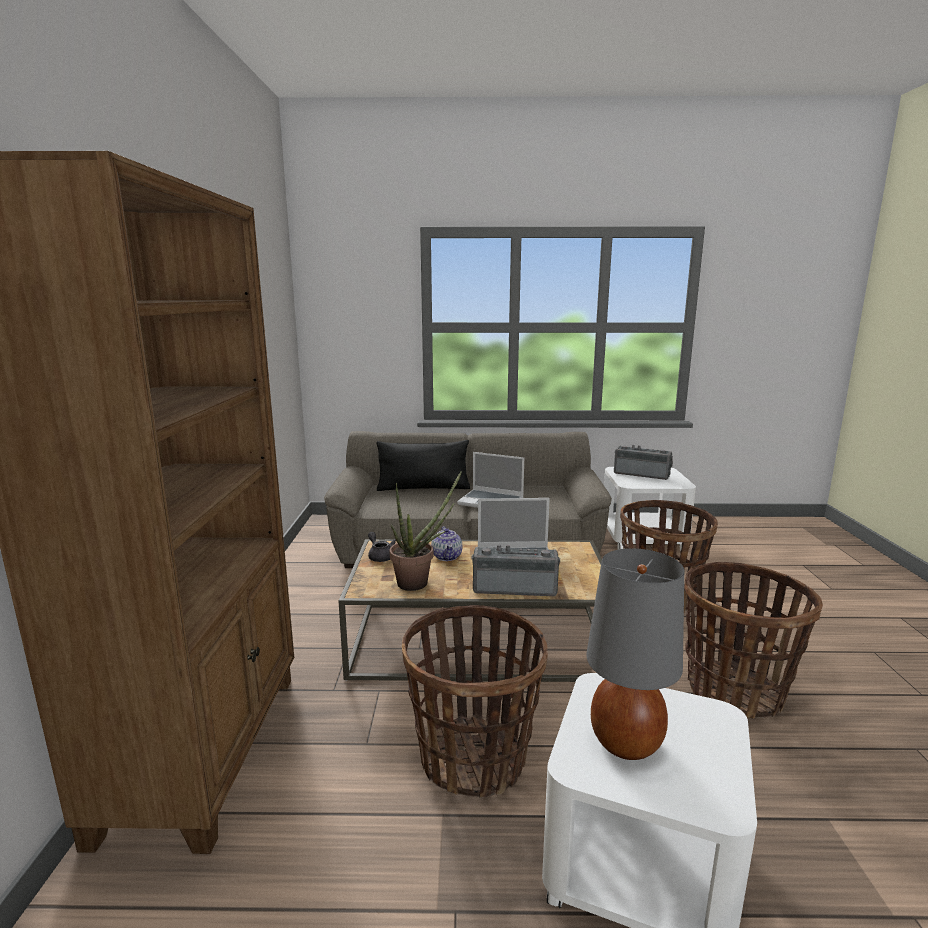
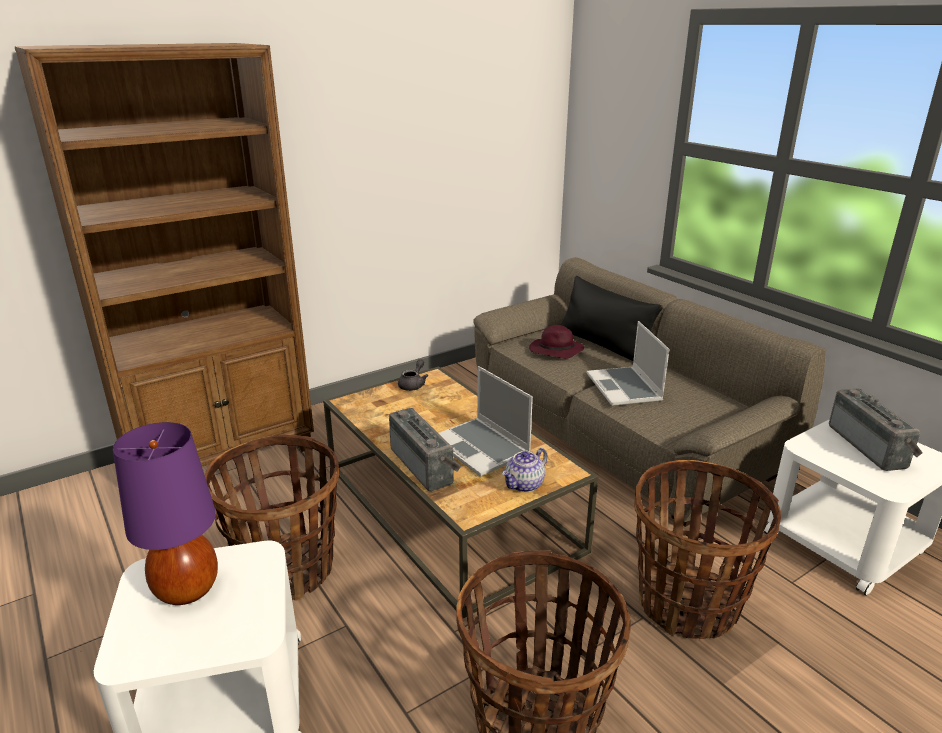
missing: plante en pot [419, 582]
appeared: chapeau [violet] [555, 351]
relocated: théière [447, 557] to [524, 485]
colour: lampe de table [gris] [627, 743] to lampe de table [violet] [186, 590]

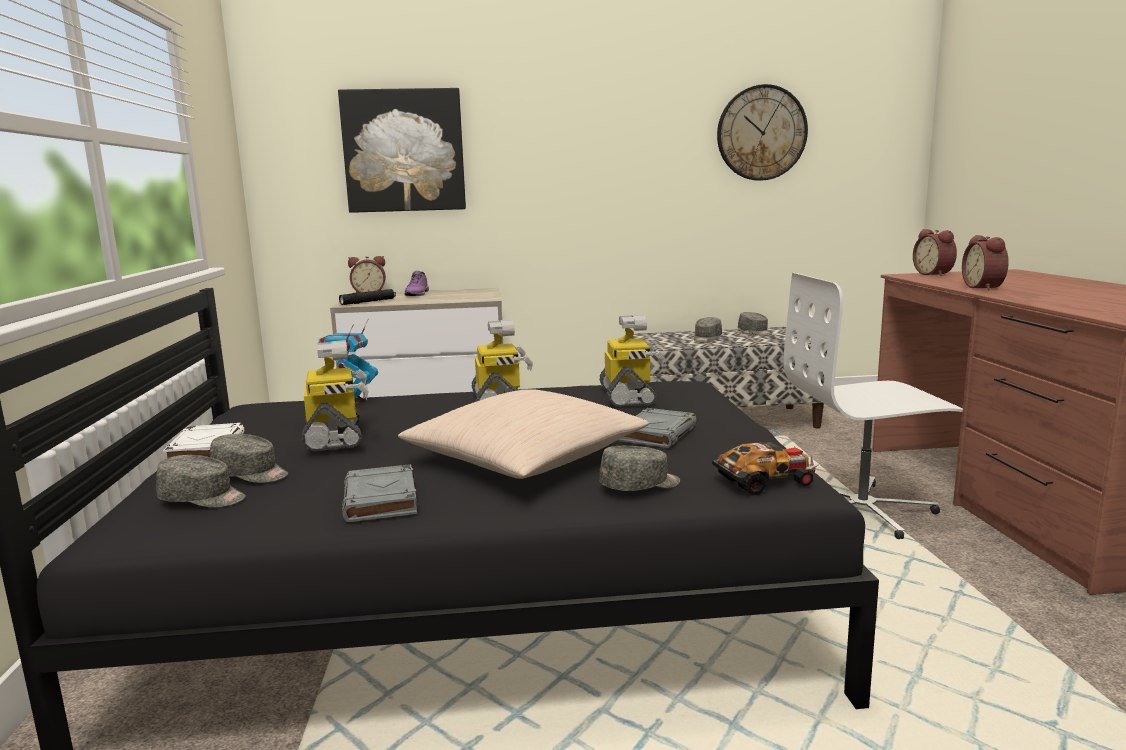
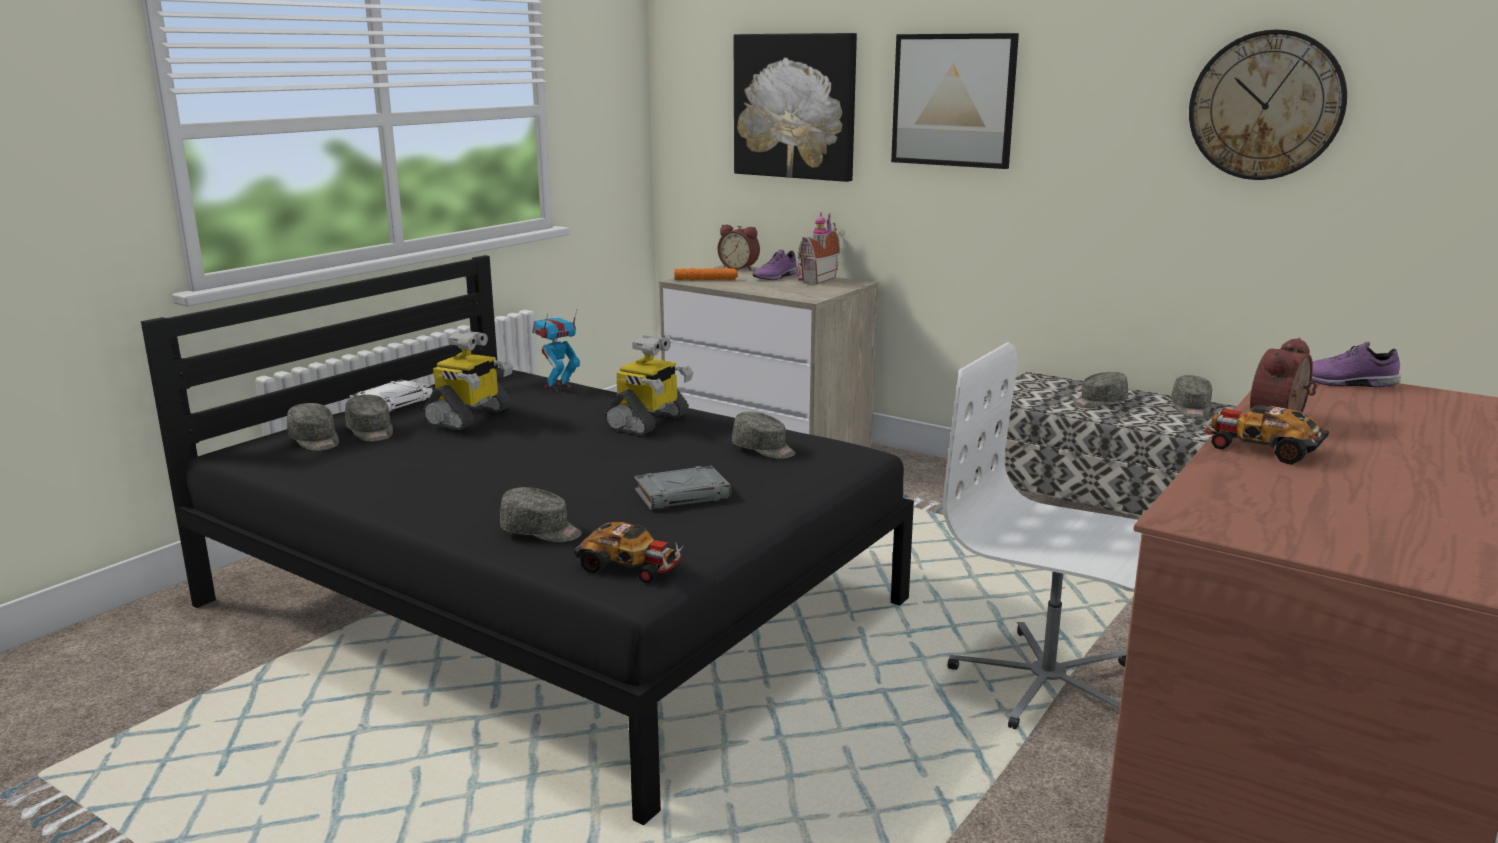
missing: livre [gris] [381, 500]; coussin [beige] [525, 459]
appeared: maison miniature [815, 279]; tableau [953, 100]; petite voiture [1261, 448]
exchanged: robot jouet [628, 396] to casquette [gris] [764, 449]; réveil [934, 274] to chaussure [violet] [1345, 383]
colour: lampe de poche [noir] [368, 302] to lampe de poche [orange] [706, 280]

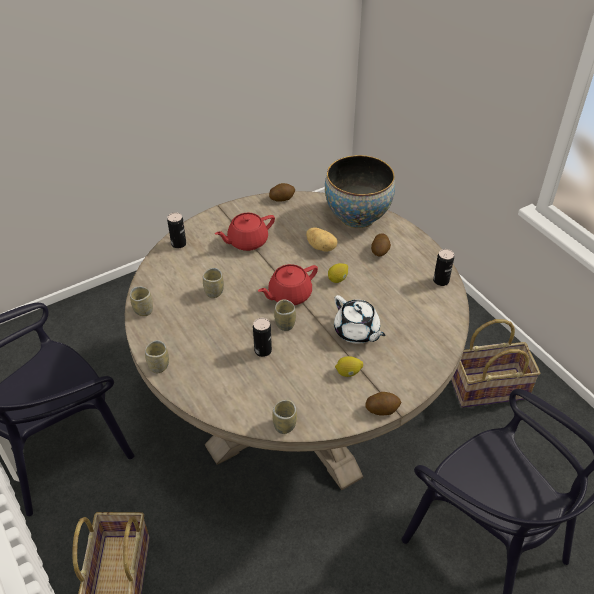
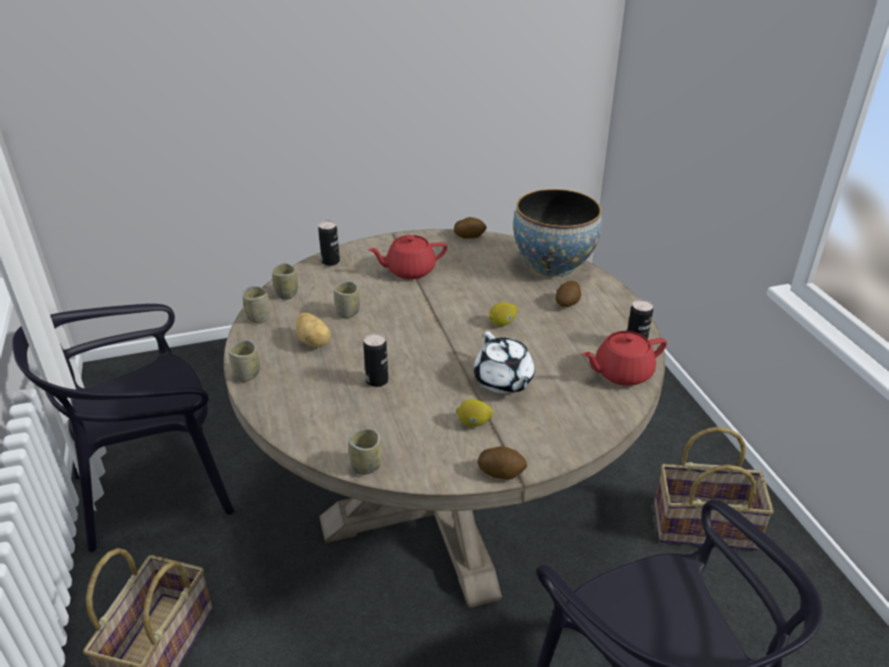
relocated: théière [rouge] [289, 295] to [621, 373]; tasse [285, 324] to [287, 294]; pomme de terre [321, 247] to [314, 341]

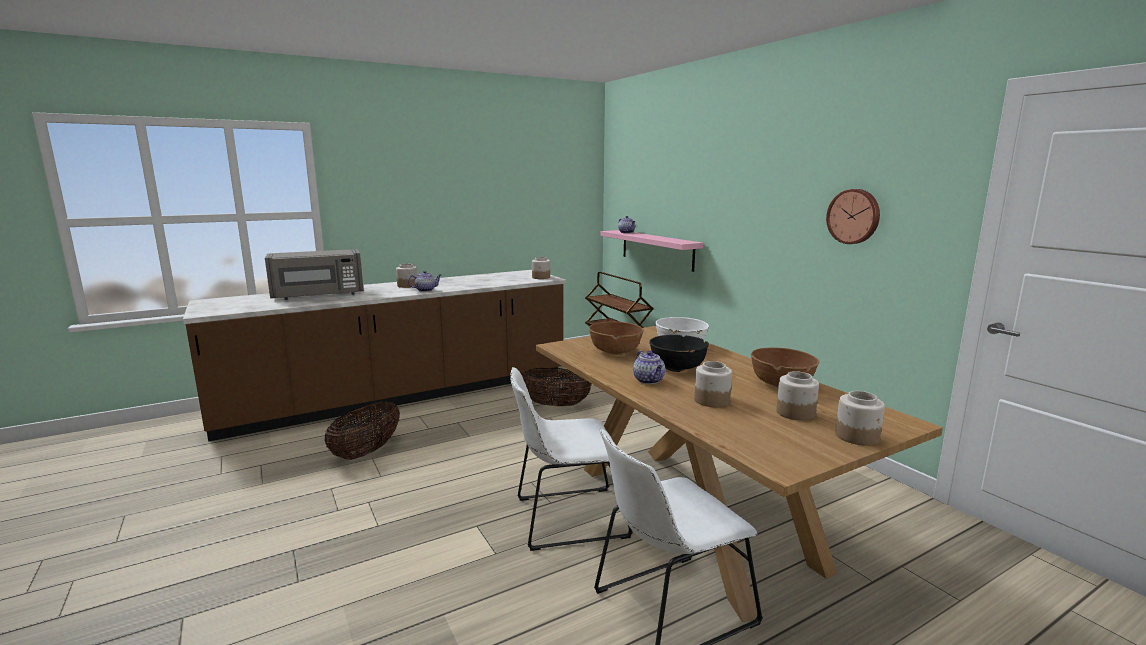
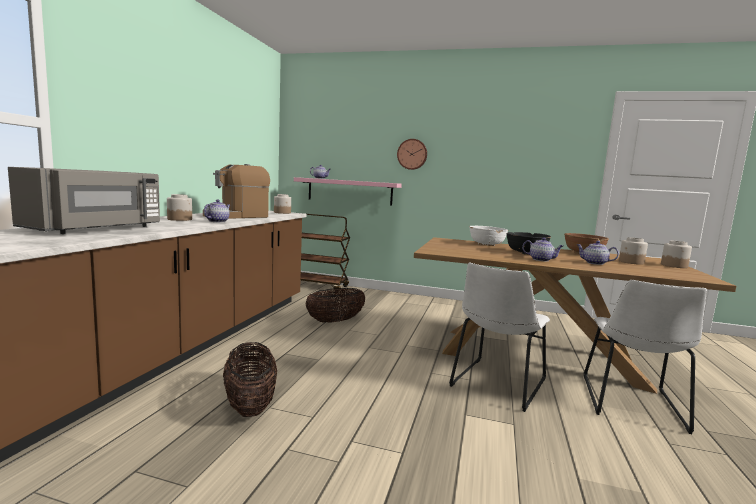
missing: bol [marron] [615, 352]
appeared: machine à café [236, 216]
relocated: horloge murale [854, 216] to [412, 154]
exchanged: bocal [711, 400] to théière [594, 263]

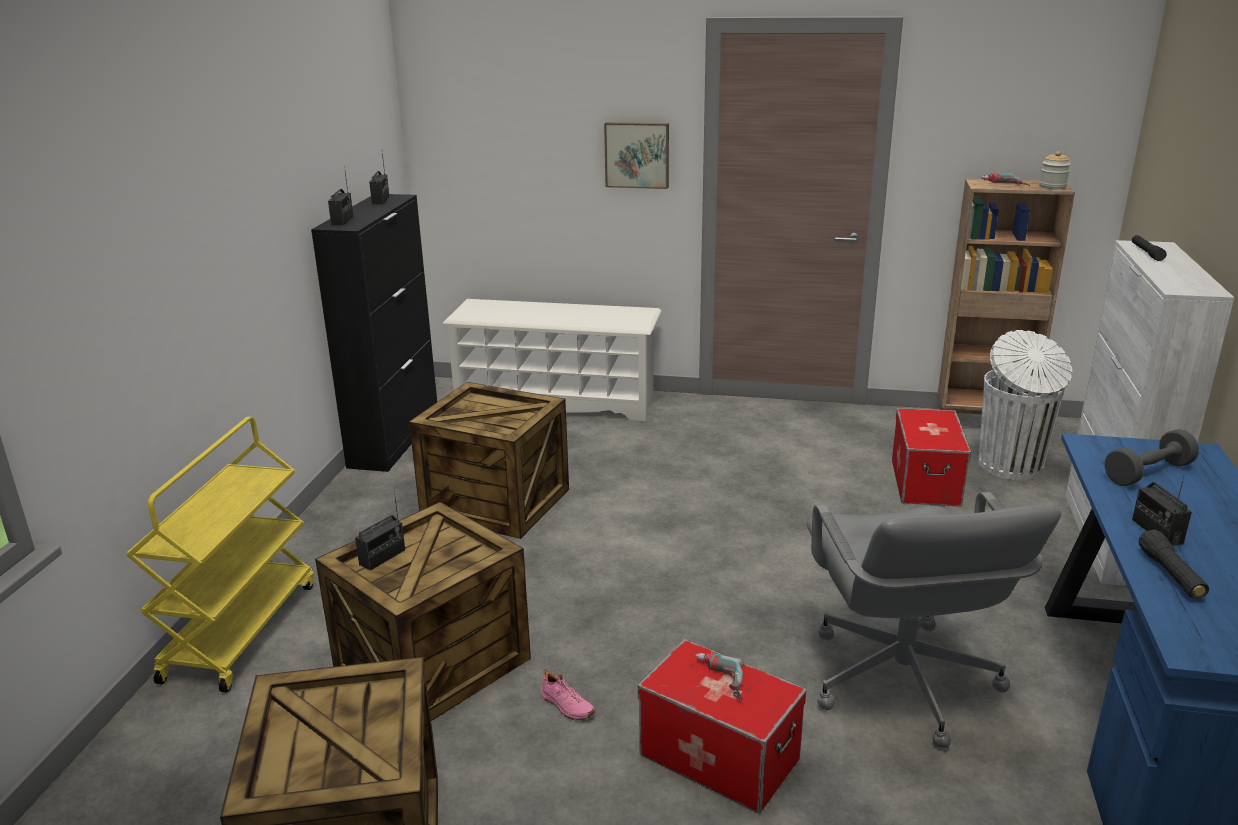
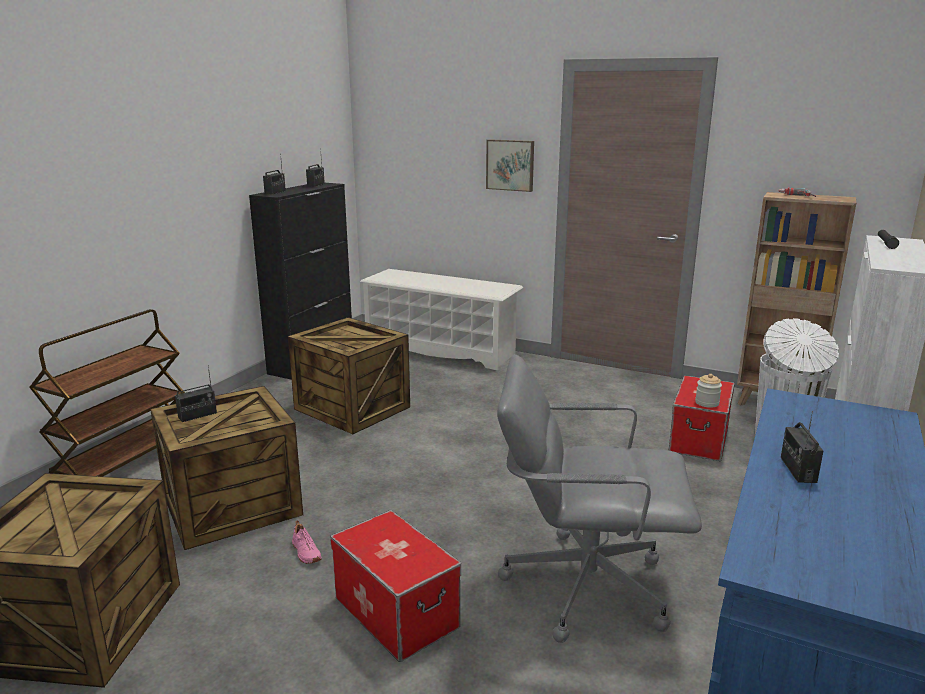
missing: perceuse [718, 681]; haltère [gris] [1148, 473]; lampe de poche [noir] [1170, 575]
relocated: bocal [1052, 187] to [707, 403]
colour: chariot [jaune] [240, 630] to chariot [marron] [125, 463]
spun: chaise de bureau [gris] [901, 682] = [584, 585] 90 degrees clockwise

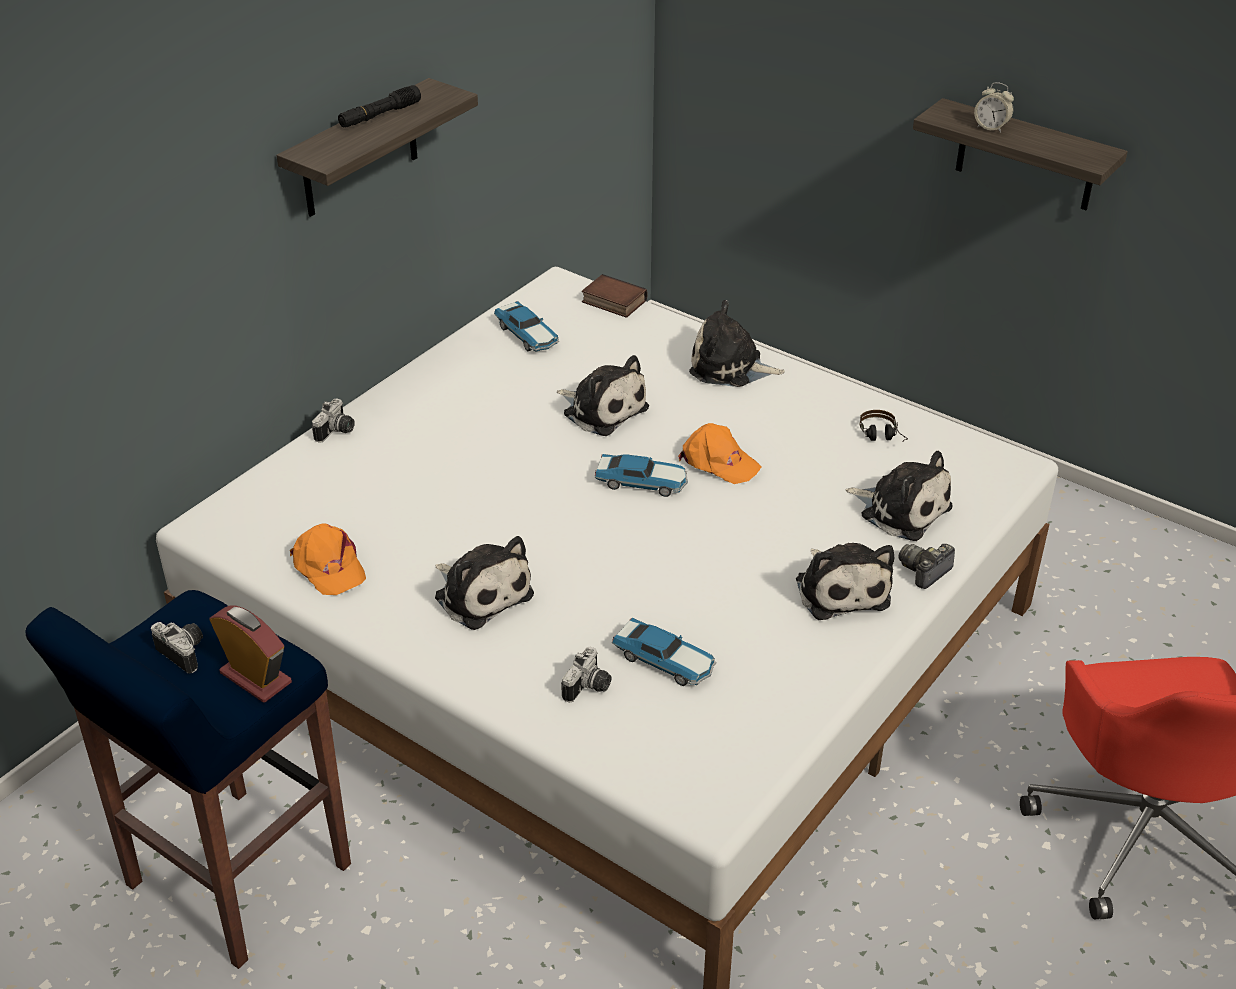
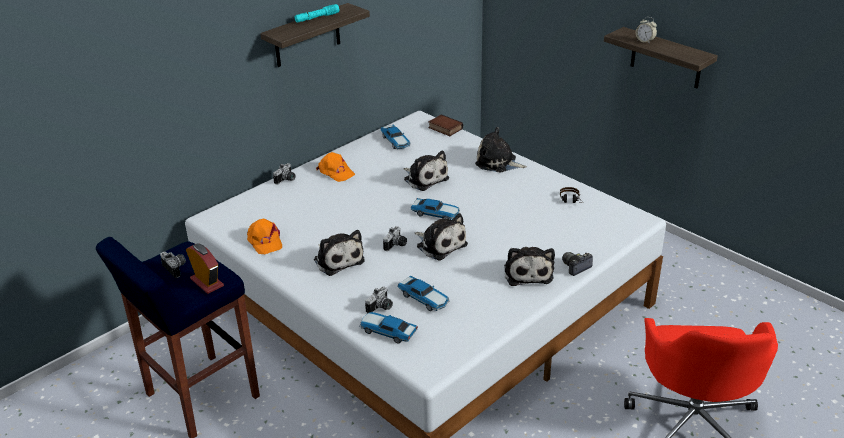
appeared: petite voiture [387, 331]; appareil photo [396, 245]
relocated: casquette [orange] [718, 462] to [335, 172]; peluche [901, 509] to [440, 244]
colour: lampe de poche [noir] [380, 115] to lampe de poche [turquoise] [317, 18]

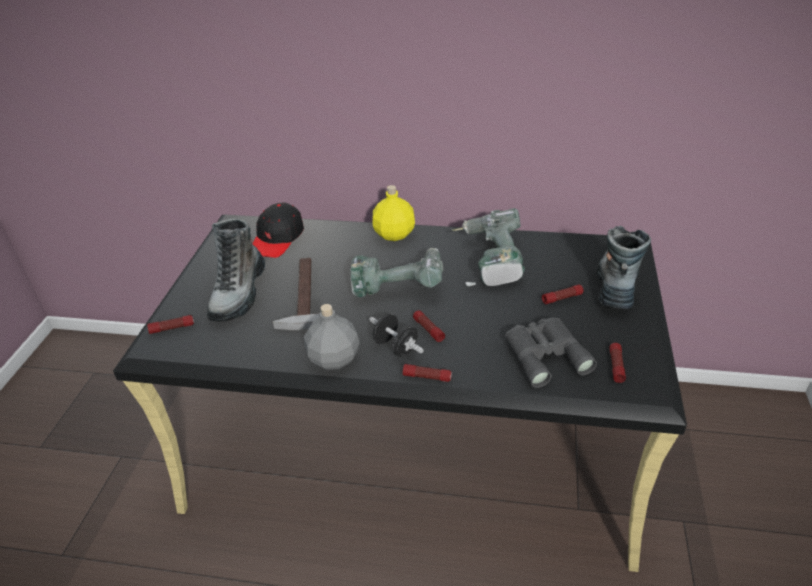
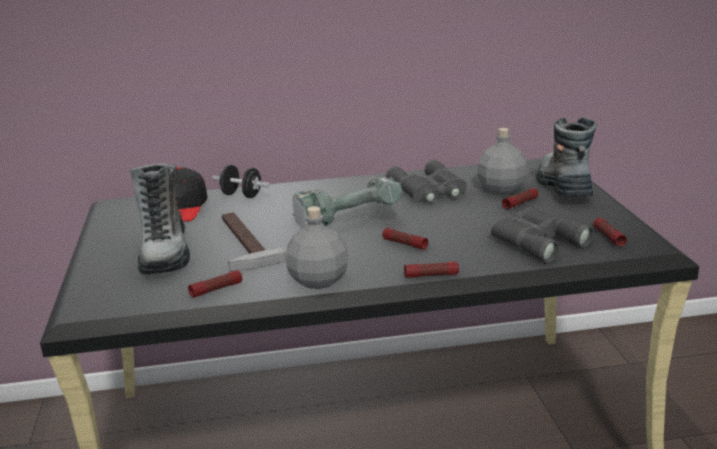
missing: bouteille [jaune] [395, 234]
appeared: bouteille [gris] [502, 188]
relocated: lampe de poche [172, 328] to [216, 289]; haltère [noir] [396, 347] to [241, 195]
exchanged: perceuse [489, 261] to jumelles [gris] [428, 191]

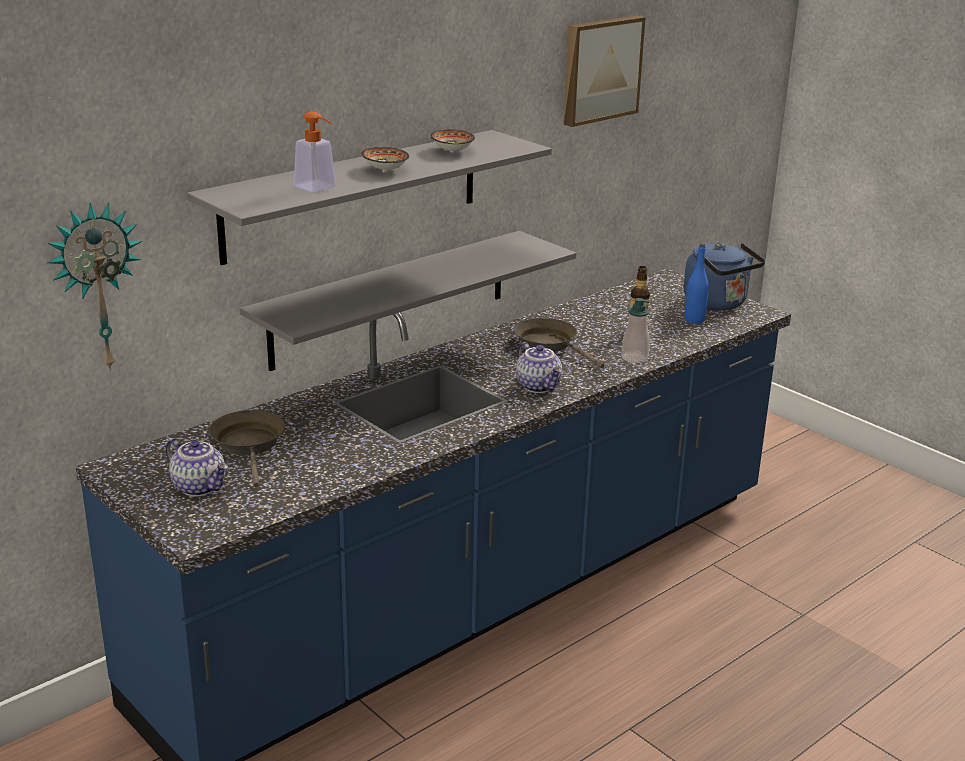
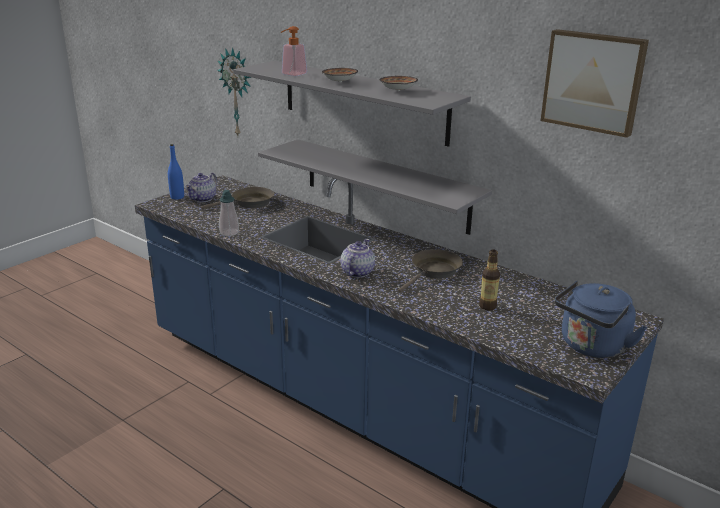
relocated: distributeur de savon [634, 358] to [229, 232]; bouteille [bleu] [694, 320] to [177, 197]
spun: théière [539, 386] = [356, 272] 150 degrees clockwise

